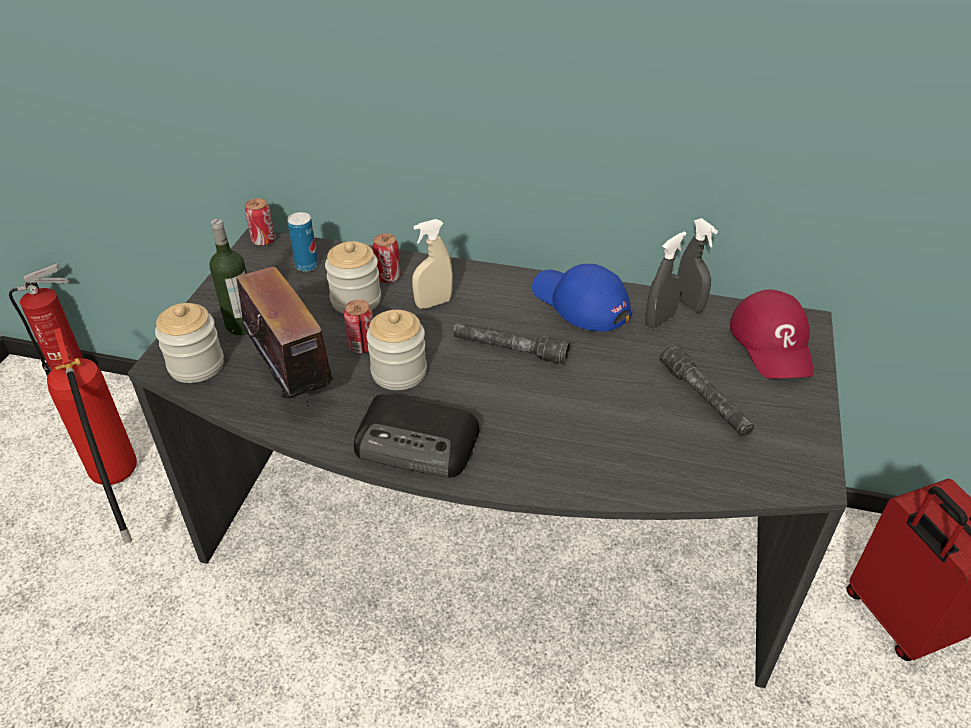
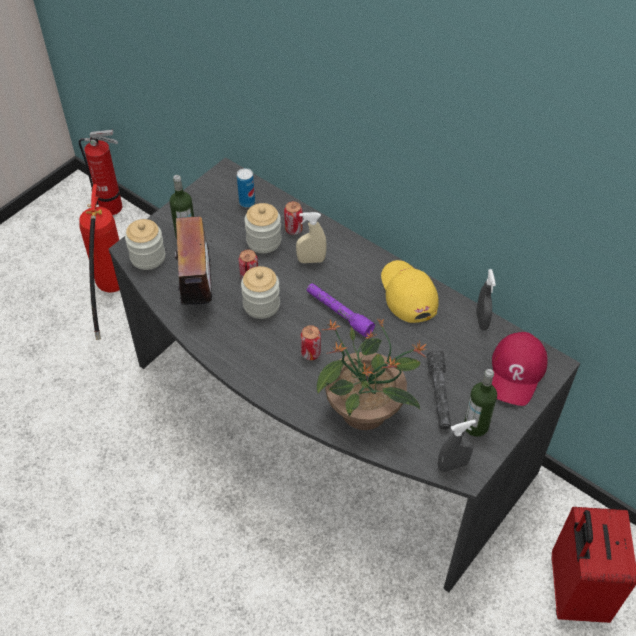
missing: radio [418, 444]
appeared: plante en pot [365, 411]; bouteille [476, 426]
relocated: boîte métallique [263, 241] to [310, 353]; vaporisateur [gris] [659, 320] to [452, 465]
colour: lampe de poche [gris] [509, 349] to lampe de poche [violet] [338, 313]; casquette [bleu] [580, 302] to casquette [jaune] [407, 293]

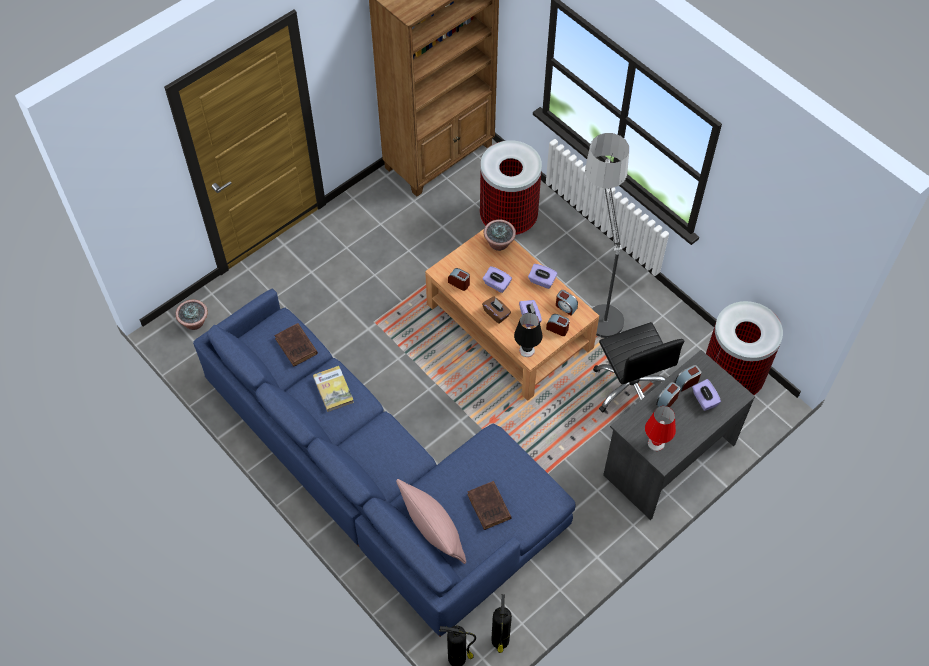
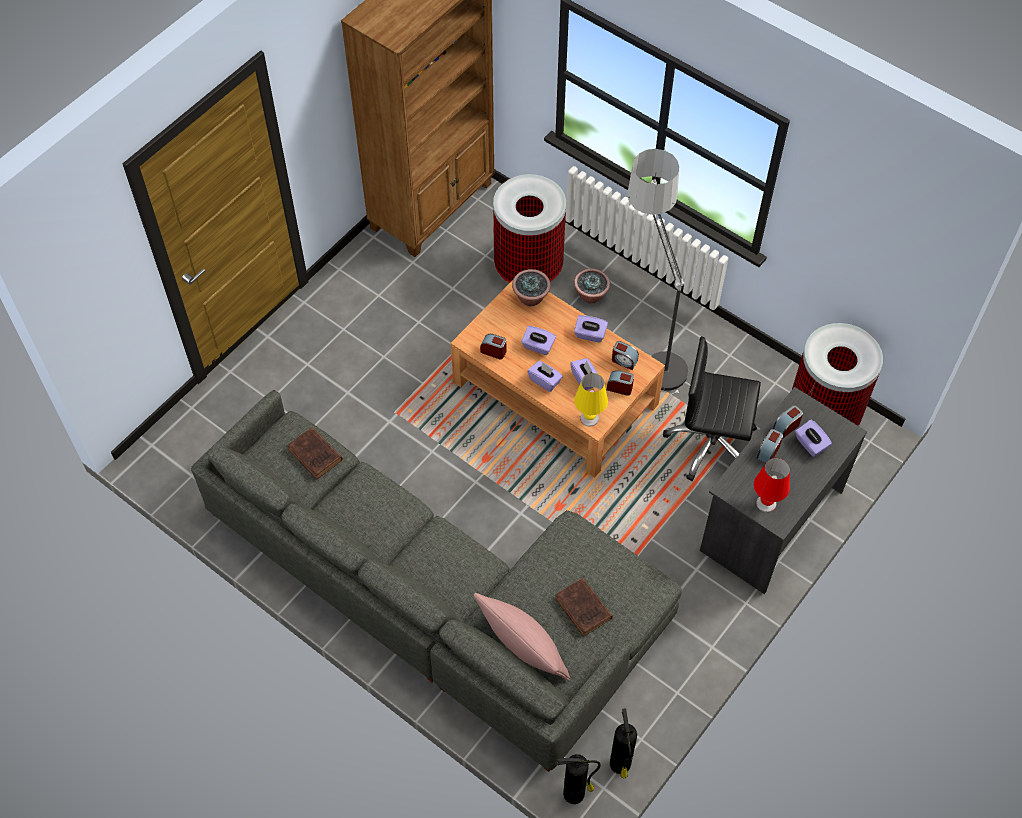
missing: livre [333, 390]
relocated: plante en pot [195, 322] to [591, 295]
colour: canapé [bleu] [382, 479] to canapé [gris] [442, 597]; boîte à mouchoirs [marron] [496, 314] to boîte à mouchoirs [violet] [545, 381]; lampe de table [noir] [527, 350] to lampe de table [jaune] [589, 418]
spun: chaise de bureau [noir] [631, 388] = [711, 444] 135 degrees clockwise

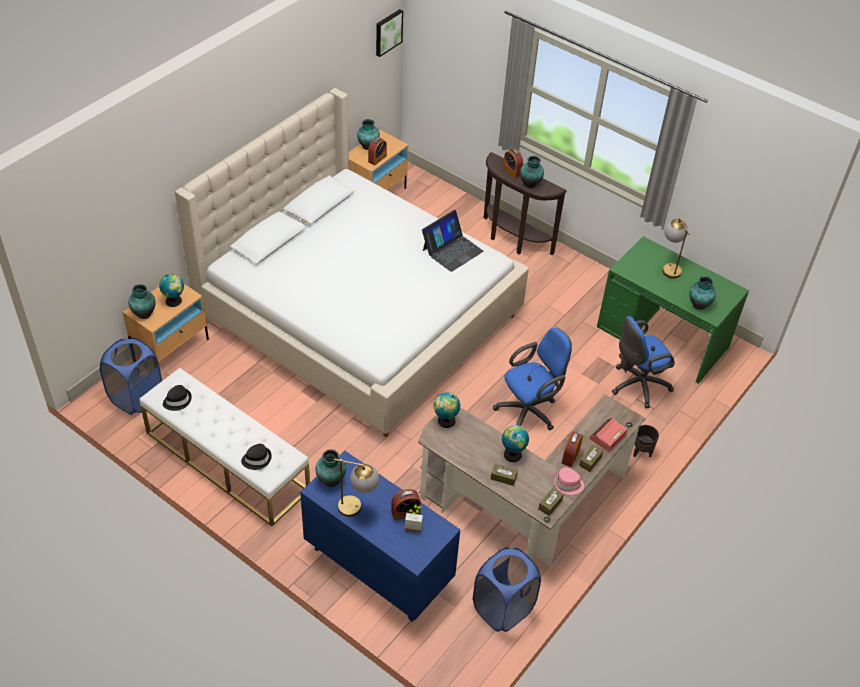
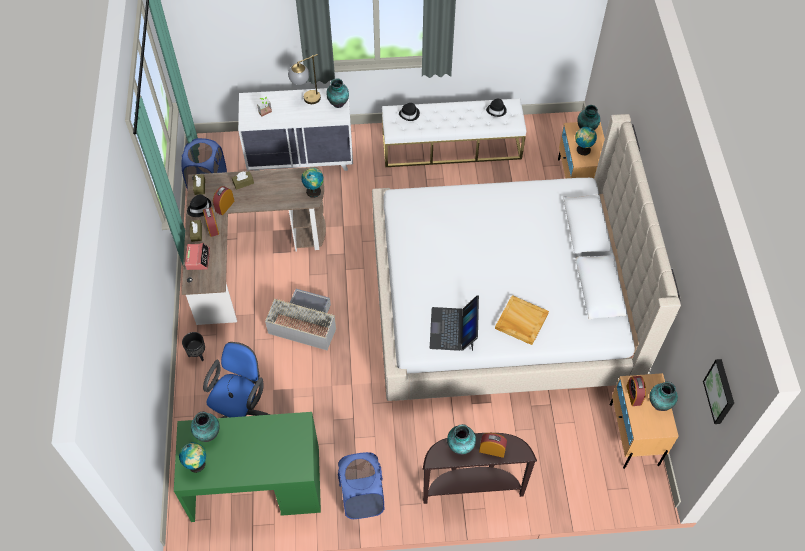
missing: lampe de table [669, 267]
appeared: plateau [beige] [521, 321]
relocated: panier à linge [bleu] [136, 397] to [362, 498]; réveil [405, 512] to [225, 206]; globe [512, 453] to [197, 465]
exchanged: chaise de bureau [bleu] [529, 411] to boîte de rangement [gris] [303, 324]
colour: commode [bleu] [378, 566] to commode [blanc] [301, 158]; chapeau [rose] [567, 484] to chapeau [noir] [199, 208]

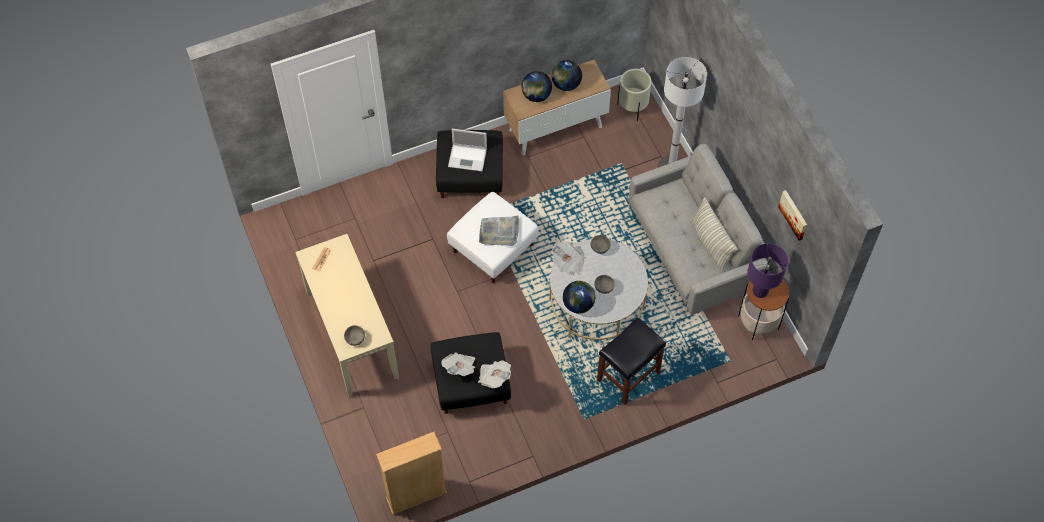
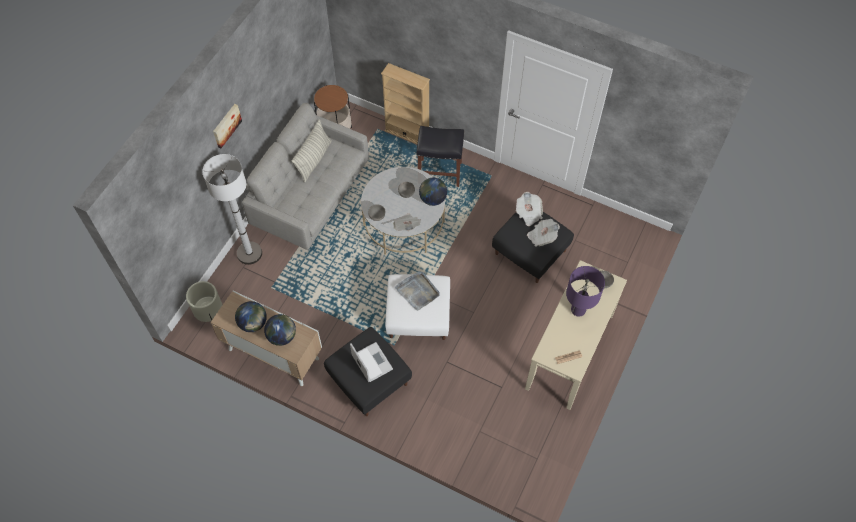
relocated: bibliothèque [beige] [416, 496] to [407, 133]; lampe de table [violet] [760, 291] to [578, 310]; tableau [794, 214] to [226, 125]

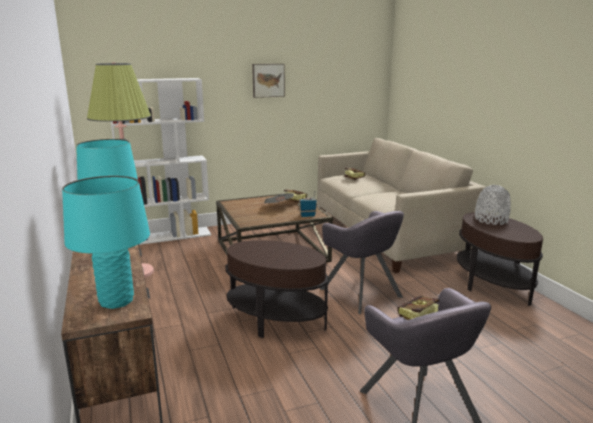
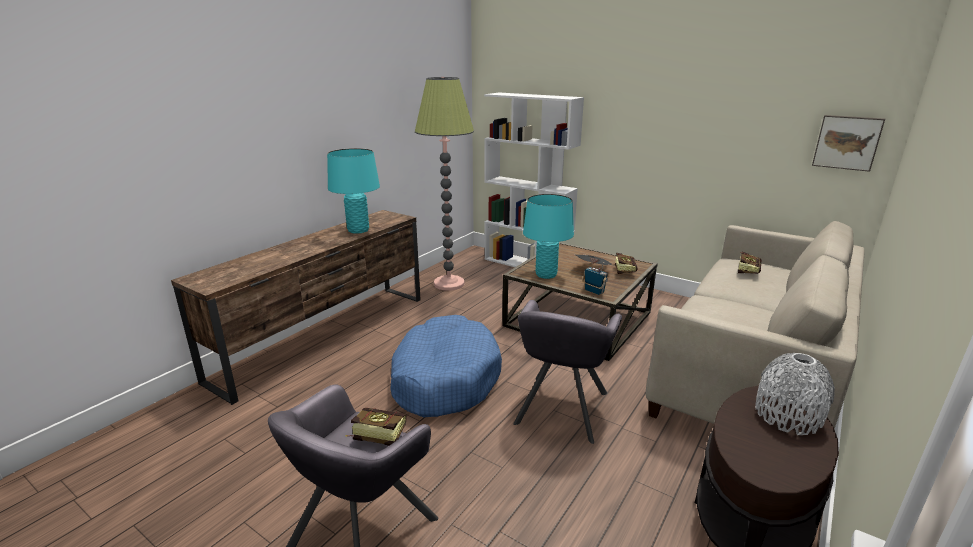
relocated: lampe de table [turquoise] [116, 301] to [546, 275]; tableau [268, 80] to [847, 142]
exchanged: table d'appoint [marron] [276, 320] to panier pour chien [bleu] [444, 378]

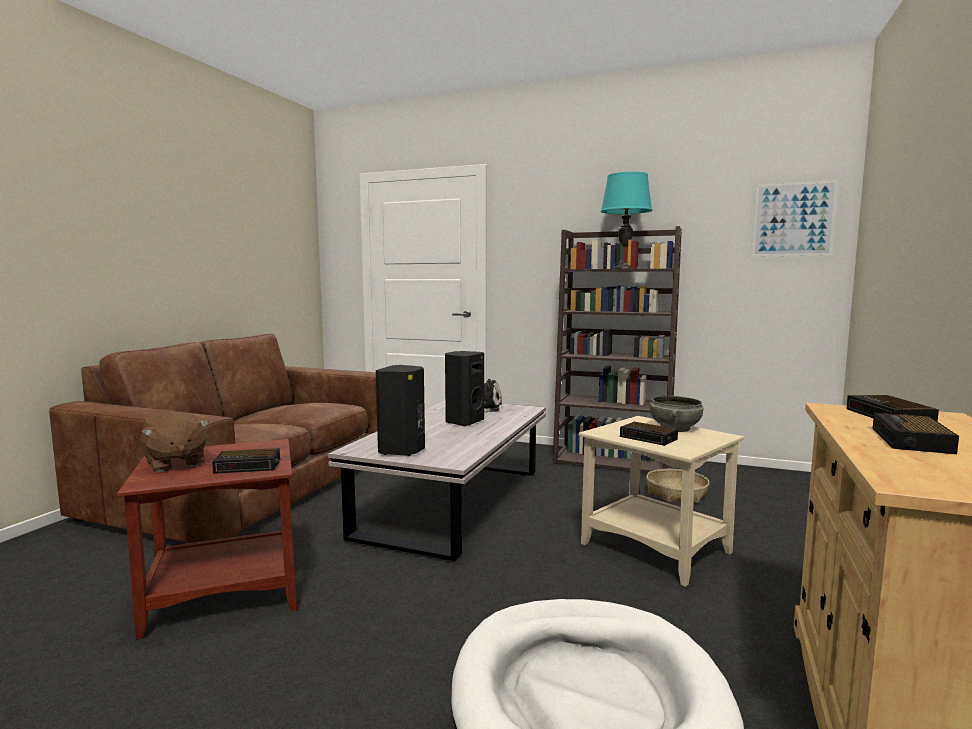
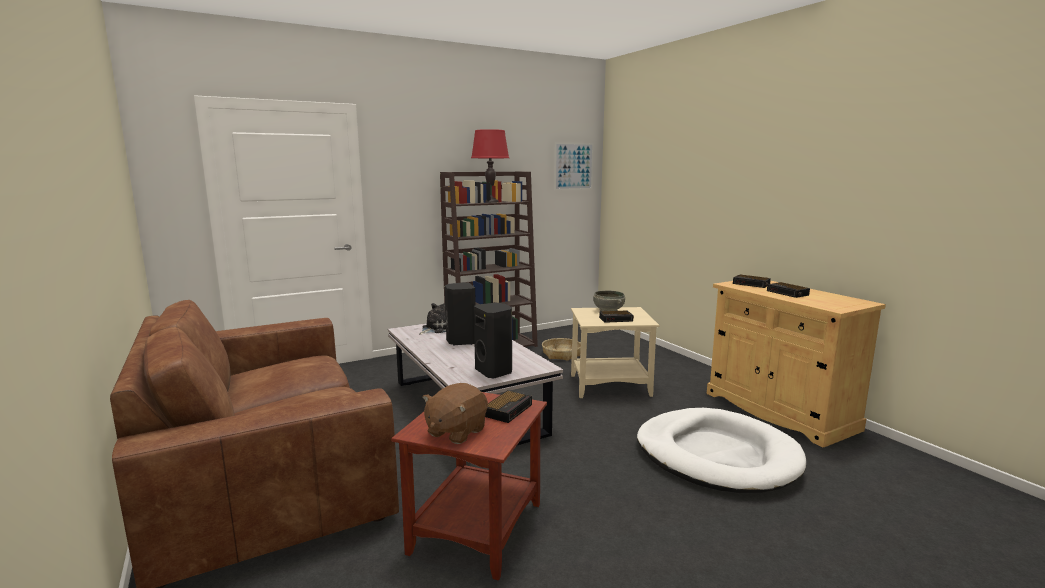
colour: lampe de table [turquoise] [624, 268] to lampe de table [rouge] [490, 202]
spun: peluche [marron] [175, 463] = [455, 431] 120 degrees clockwise

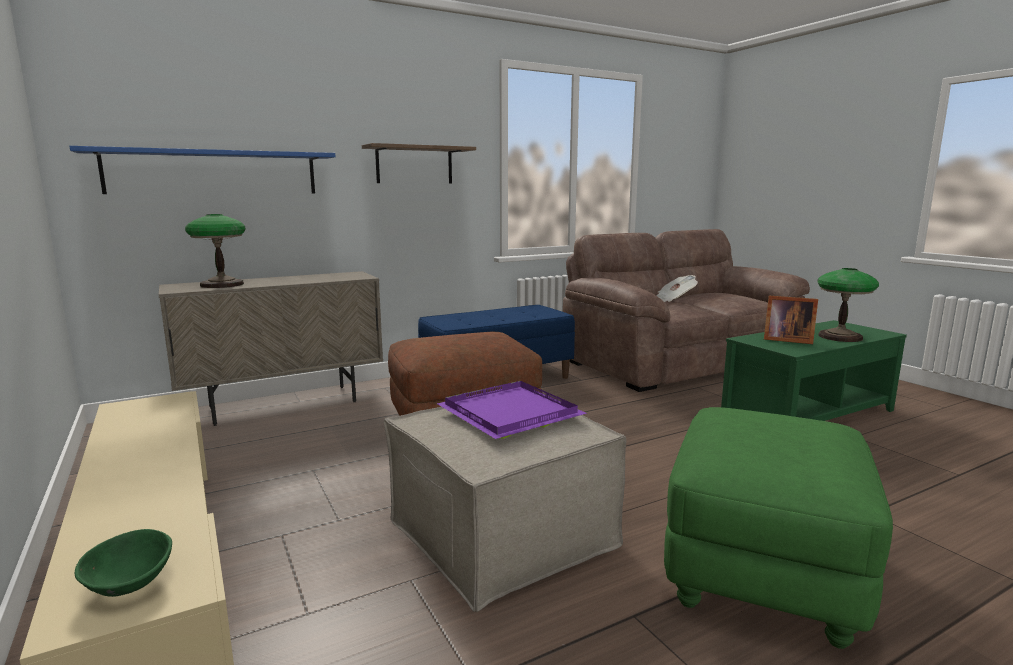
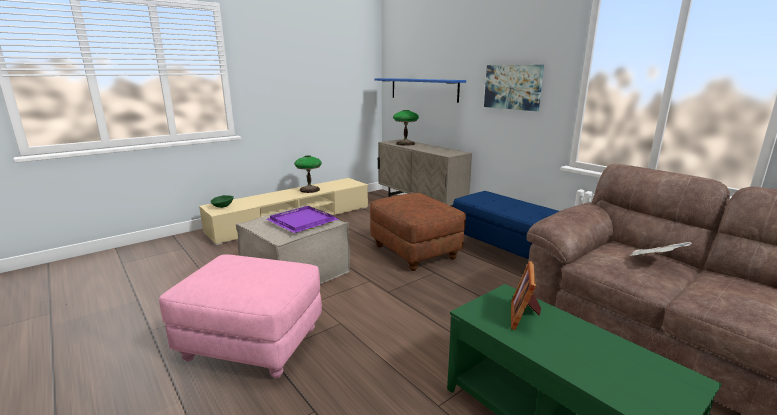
relocated: lampe de table [840, 337] to [310, 190]
exchanged: étagère [414, 165] to tableau [513, 87]
colour: pouf [vert] [761, 569] to pouf [rose] [253, 343]

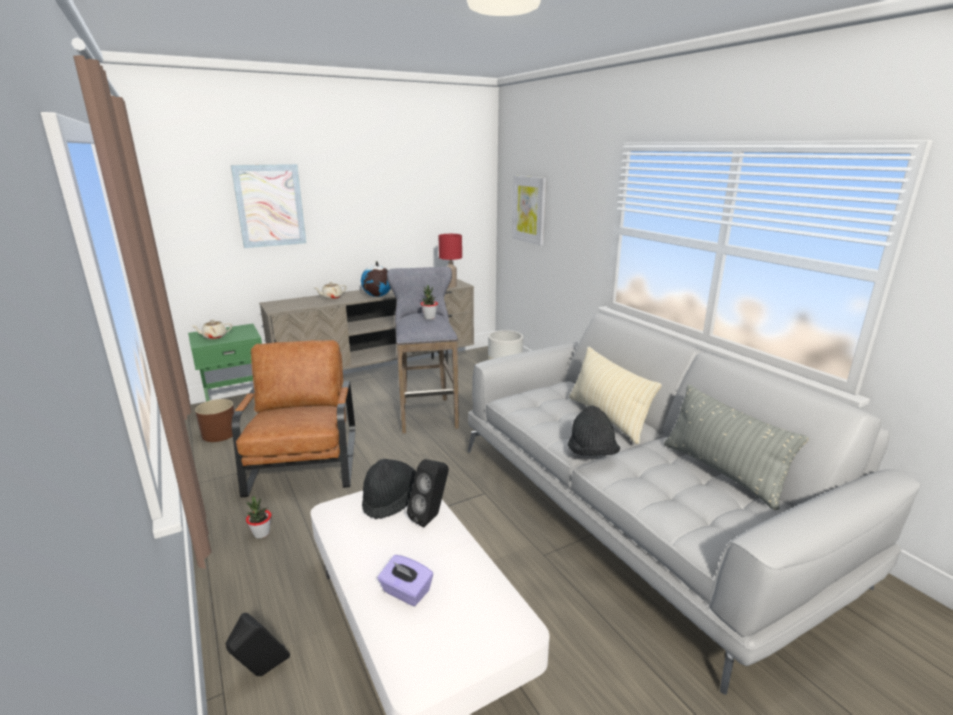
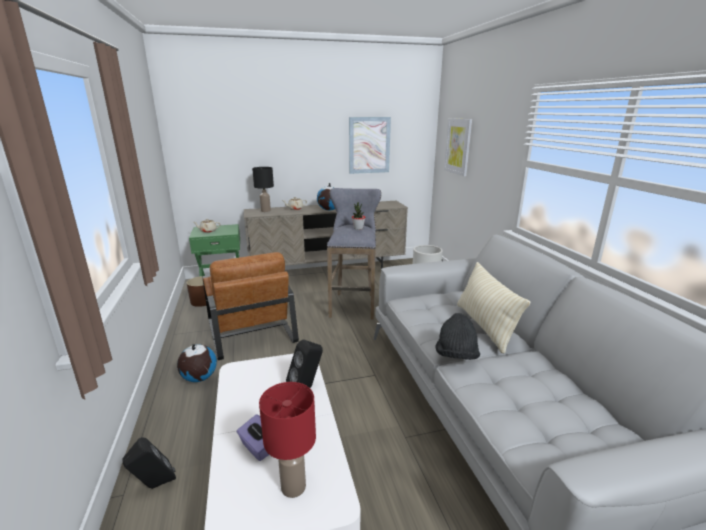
missing: chapeau [noir] [391, 500]; coussin [gris] [721, 472]
appeared: lampe de table [noir] [265, 211]
relocated: tableau [270, 206] to [369, 145]; lampe de table [rouge] [450, 286] to [292, 487]
exchanged: plante en pot [261, 533] to globe [199, 378]
spun: fauteuil [marron] [304, 462] = [250, 329] 150 degrees clockwise

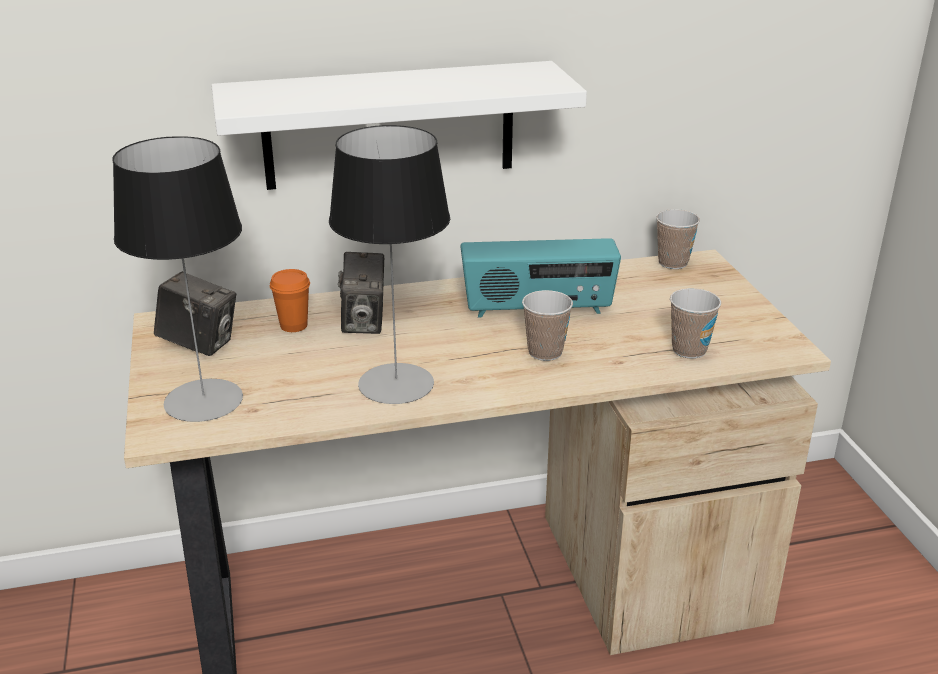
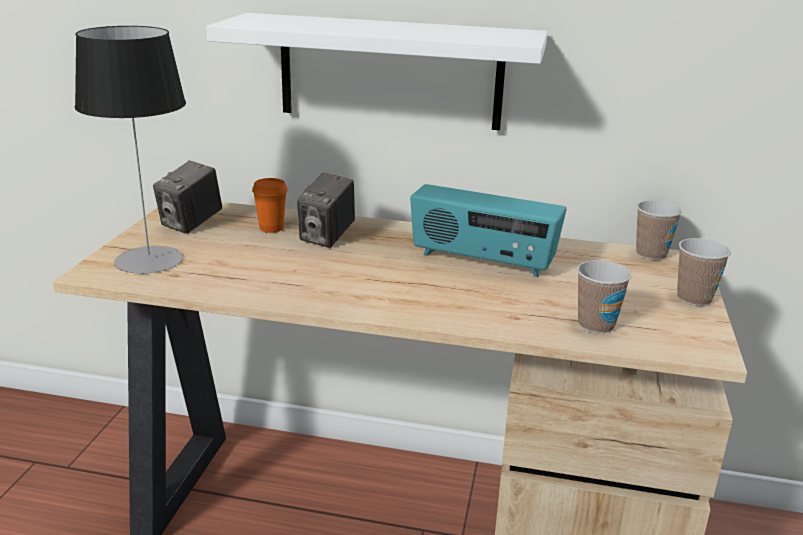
missing: lampe de table [396, 383]
relocated: tasse [545, 352] to [694, 298]
spun: appareil photo [199, 344] = [191, 224] 75 degrees clockwise

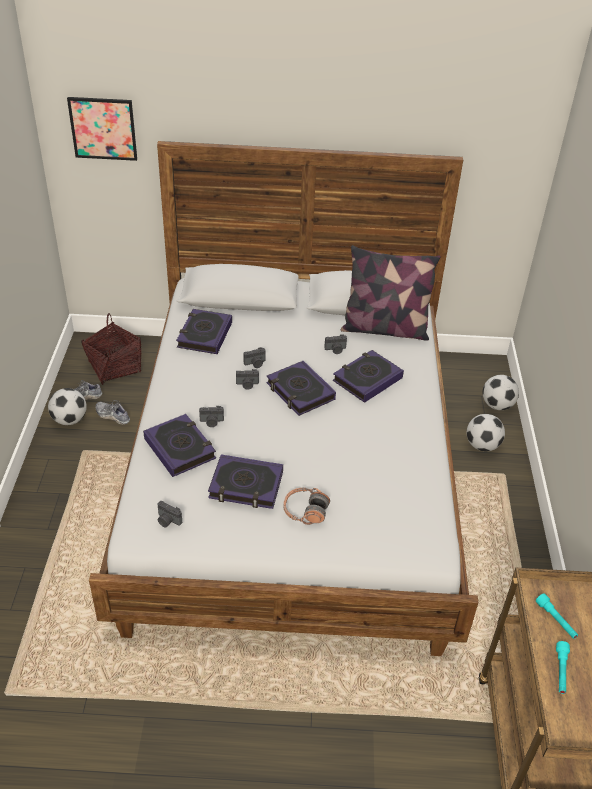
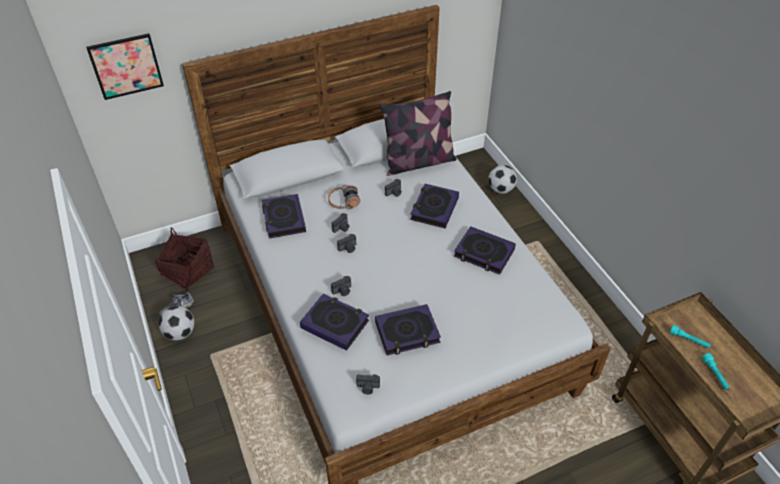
missing: chaussure [112, 416]; ballon de foot [482, 445]
relocated: livre [300, 392] to [484, 253]; casque audio [305, 511] to [343, 202]

